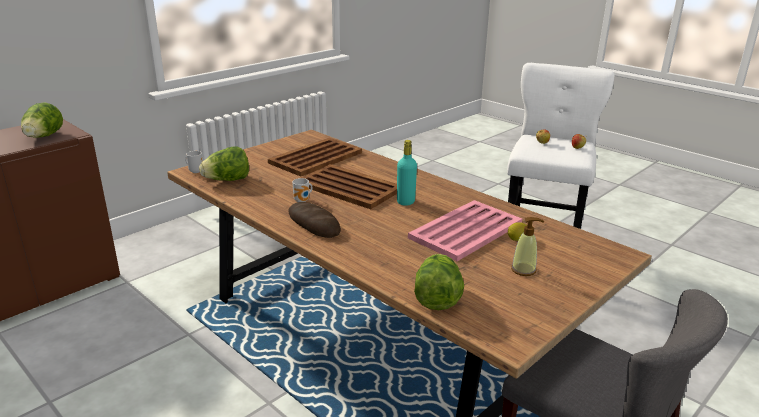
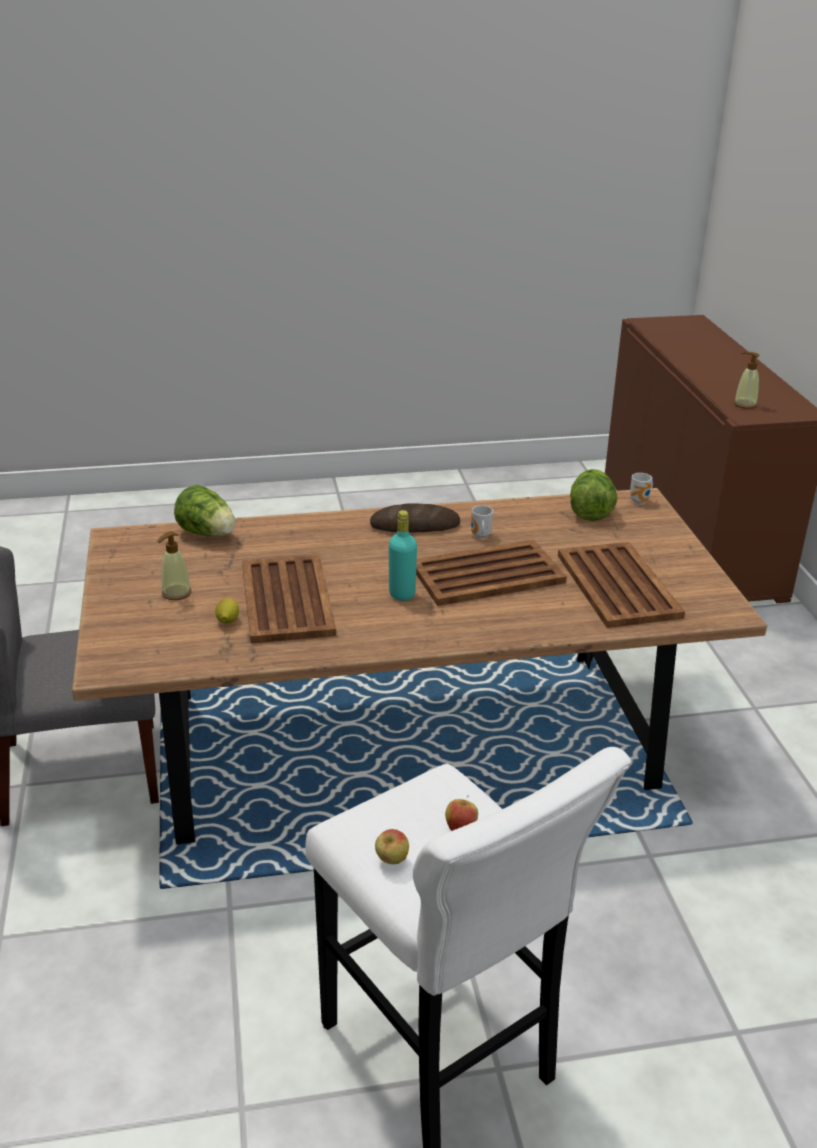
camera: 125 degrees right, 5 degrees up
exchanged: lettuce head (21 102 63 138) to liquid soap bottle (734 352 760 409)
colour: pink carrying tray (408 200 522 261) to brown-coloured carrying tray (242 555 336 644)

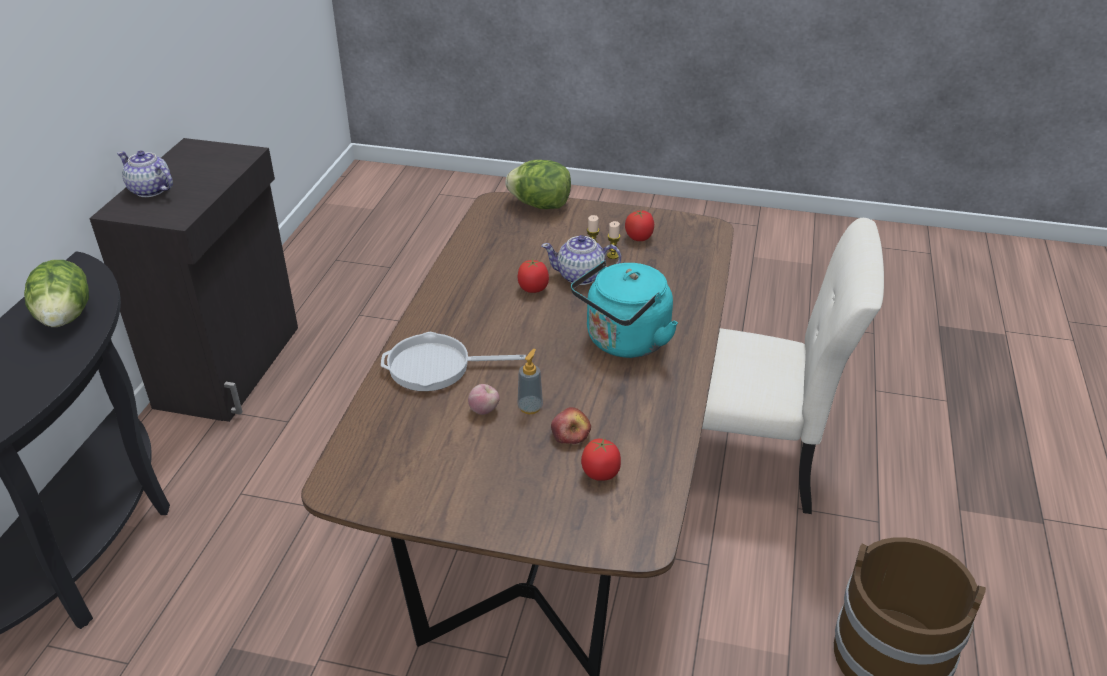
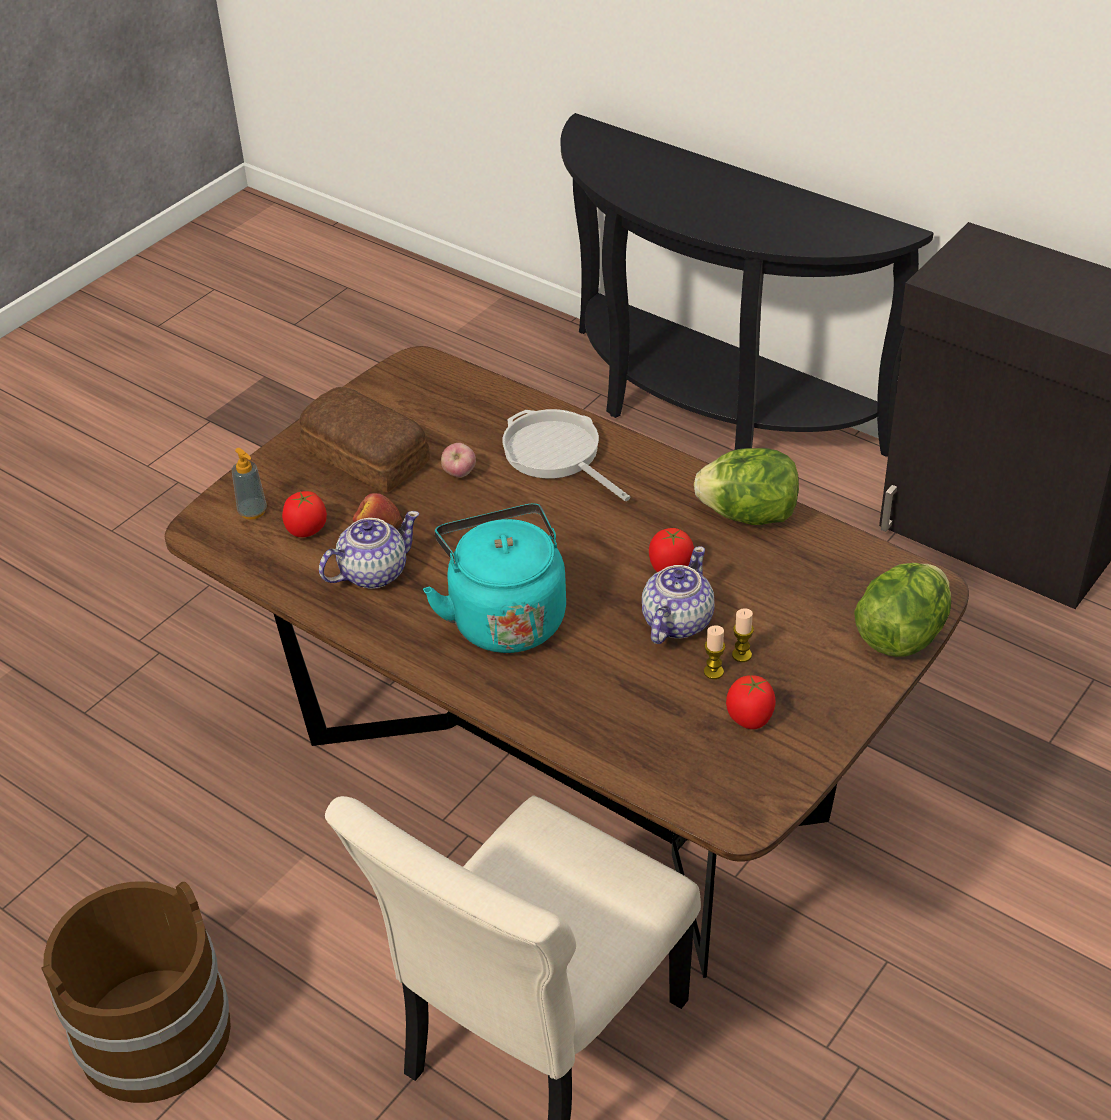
camera: 115 degrees right, 5 degrees up
appeared: baked bread (300 387 430 492)
relocated: lettuce head (24 260 89 327) to (694 448 799 525); teapot (117 150 173 197) to (319 511 419 589); liquid soap bottle (518 349 543 414) to (232 448 267 520)
spun: frying pan (381 332 526 391) = (502 409 631 501) 60 degrees counterclockwise

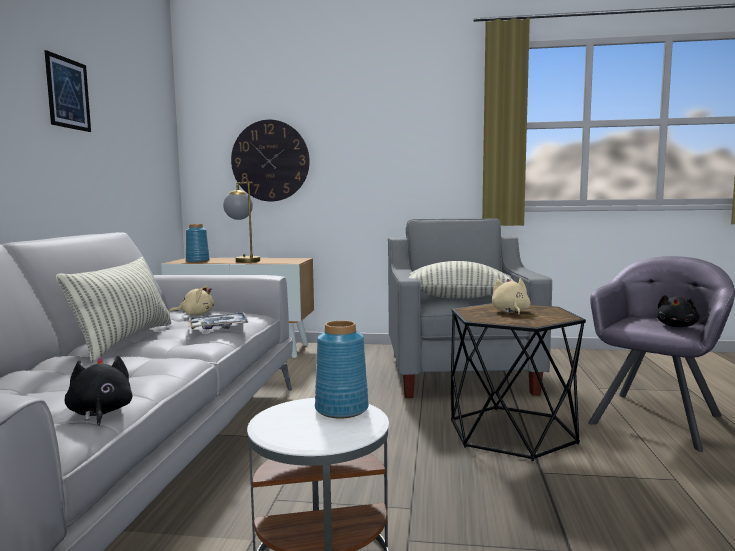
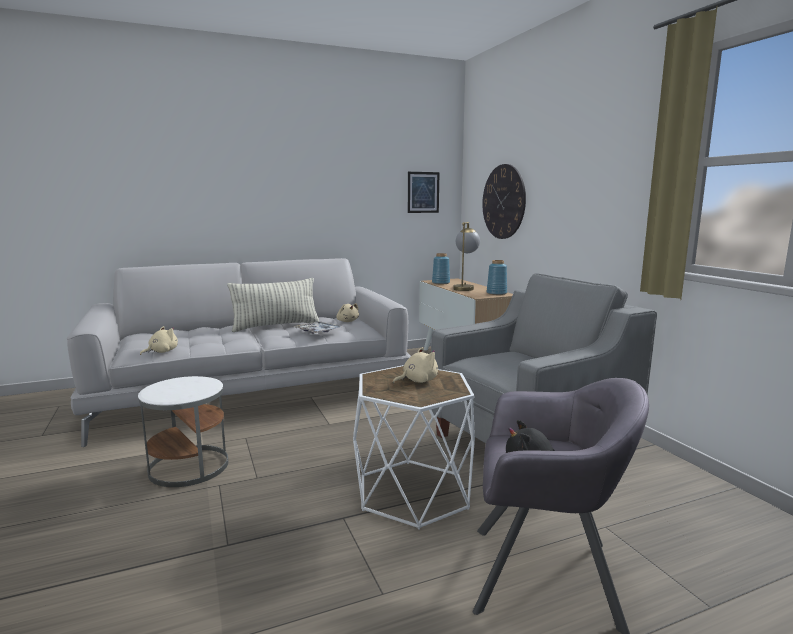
camera: 60 degrees right, 5 degrees up
missing: pillow (409 261 515 299)
relocated: wall picture (44 50 91 132) to (408 172 439 213); blue vase (315 320 369 419) to (487 260 507 295)
colour: black plush toy (65 356 133 426) to sand-coloured plush toy (140 326 178 355); black side table (451 303 586 461) to whitish side table (353 365 475 530)

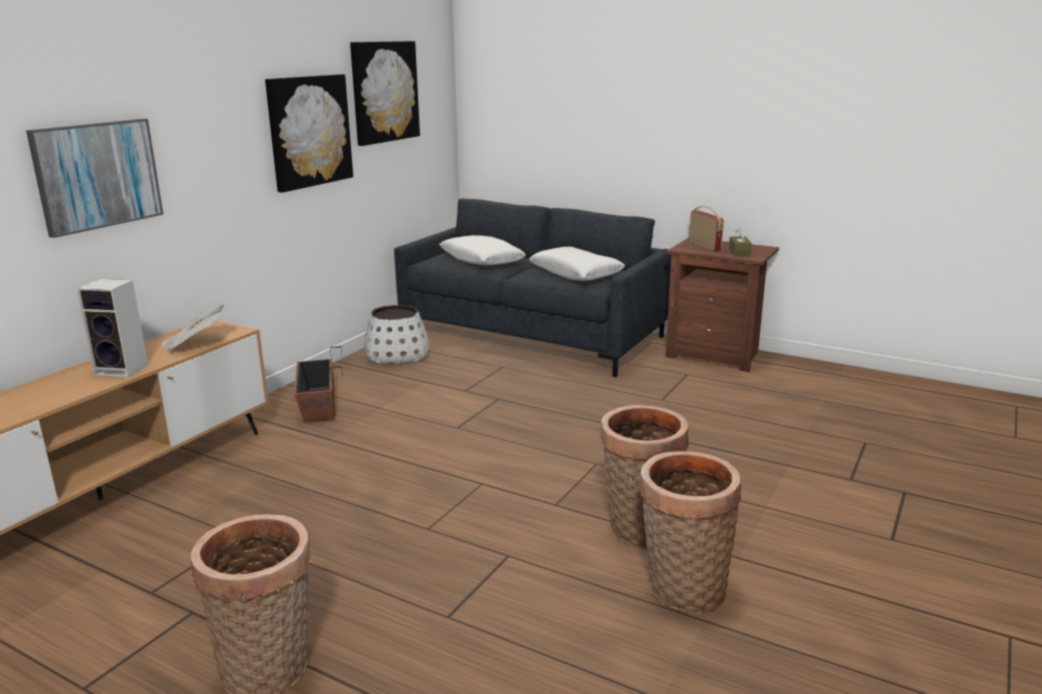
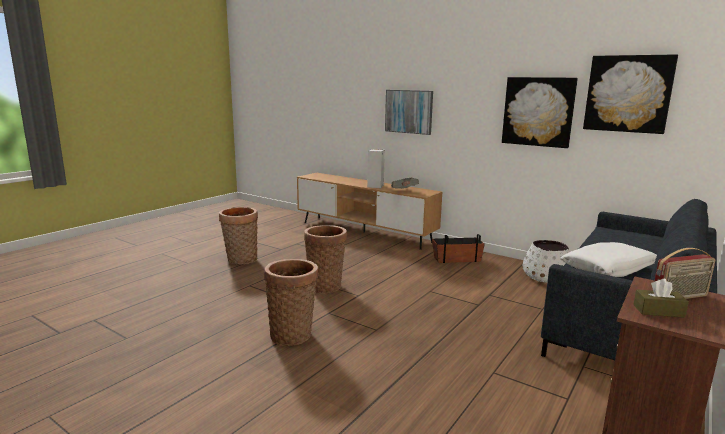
camera: 95 degrees right, 5 degrees down
missing: whitish pillow (439 235 526 265)
relocated: household basket (639 451 741 614) to (304 225 347 294)

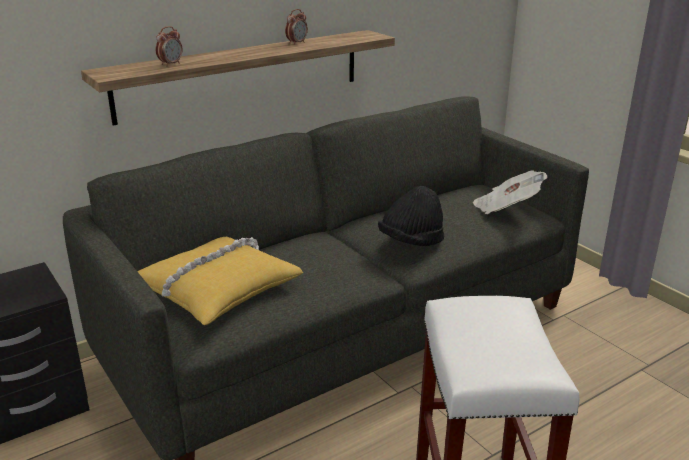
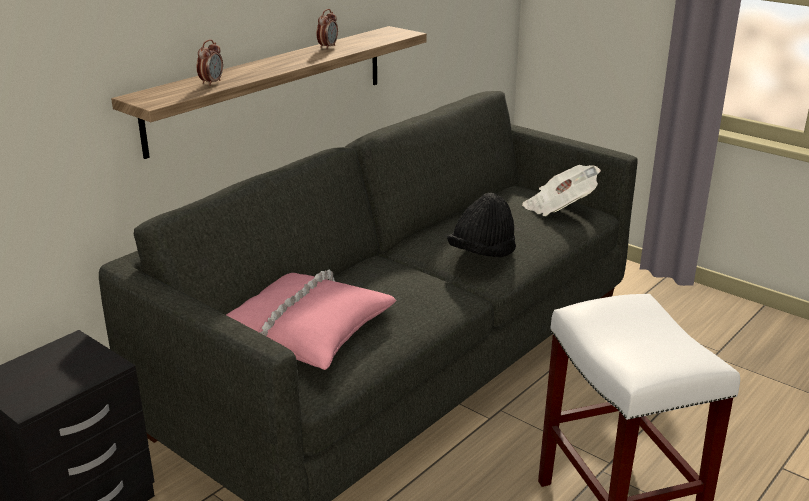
camera: 15 degrees left, 0 degrees up
colour: yellow-coloured pillow (137 237 303 325) to pink pillow (226 269 397 370)

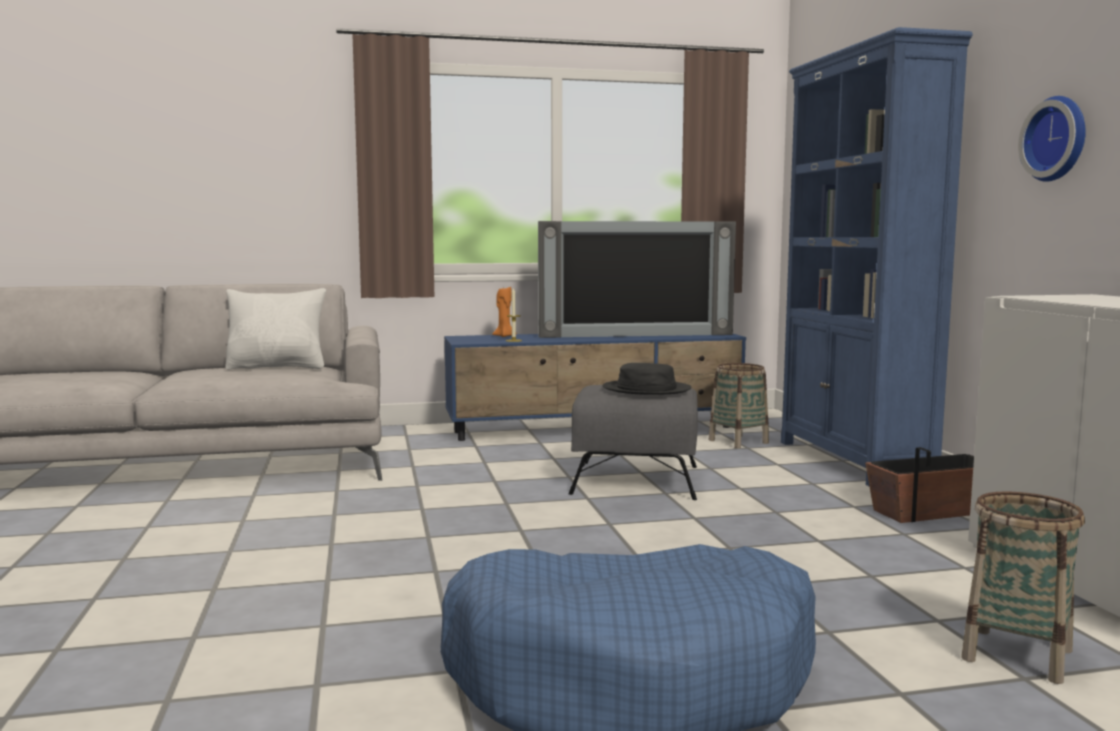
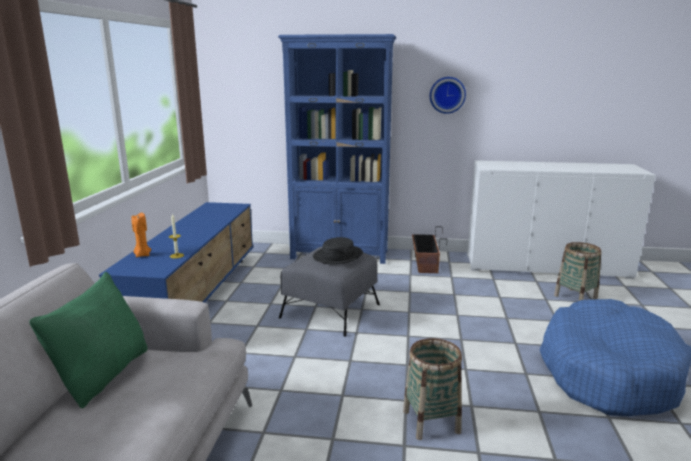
camera: 70 degrees left, 10 degrees up
missing: television (538 221 736 338)
relocated: household basket (709 363 769 448) to (403 338 462 440)
colour: whitish pillow (225 288 326 370) to green pillow (29 272 148 408)

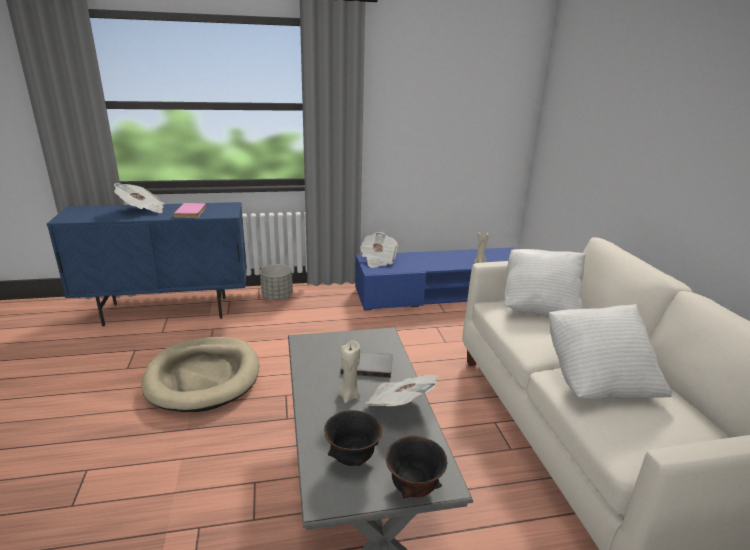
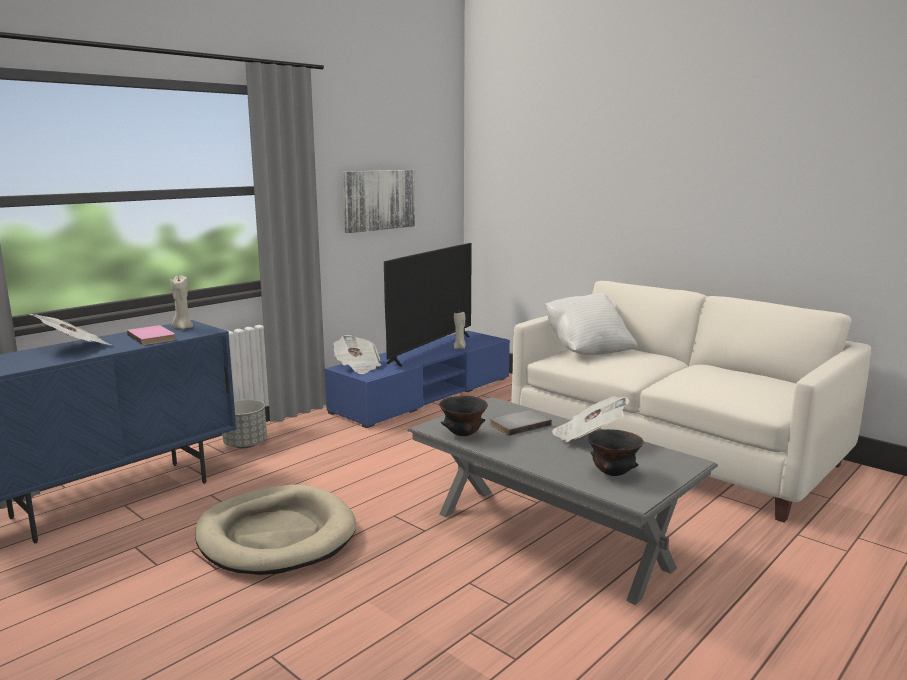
camera: 35 degrees left, 10 degrees down
missing: whitish pillow (549 304 672 400)
appeared: wall picture (343 170 415 233); television (384 243 472 366)
relocated: sand-coloured candle (337 340 360 403) to (170 275 193 329); black deep dish (386 435 447 499) to (439 396 488 436)

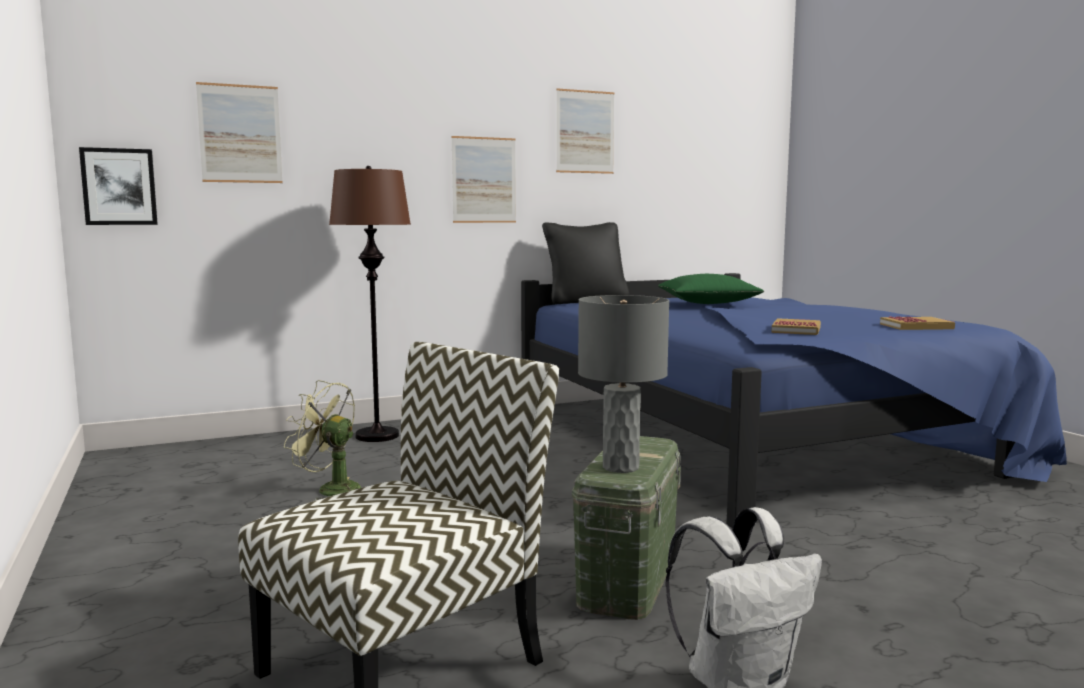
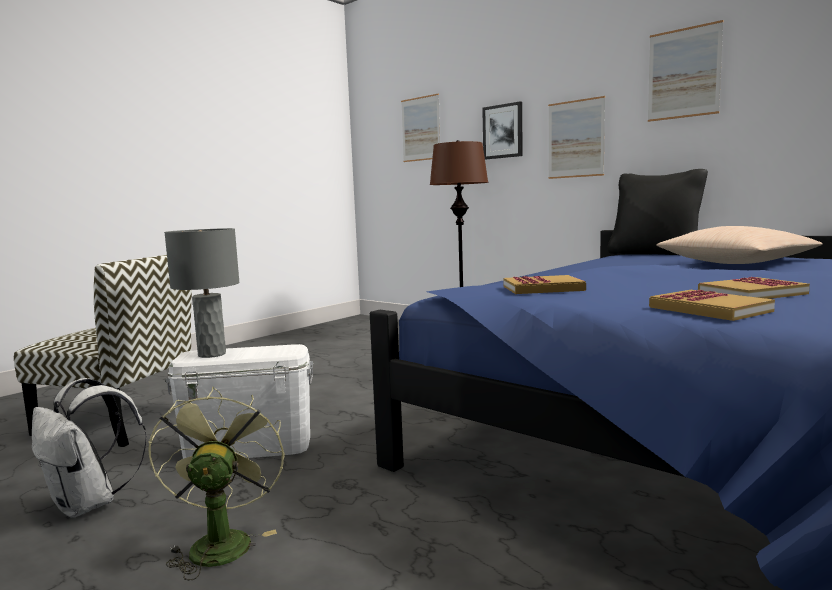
camera: 65 degrees right, 0 degrees up
appeared: book (698 277 810 299)
relocated: wall picture (79 147 158 225) to (482 101 523 160); green fan (284 380 361 501) to (148 386 285 580)
colour: green storage bin (572 436 681 620) to whitish storage bin (165 344 313 459); green pillow (658 274 764 304) to sand-coloured pillow (657 226 823 264)

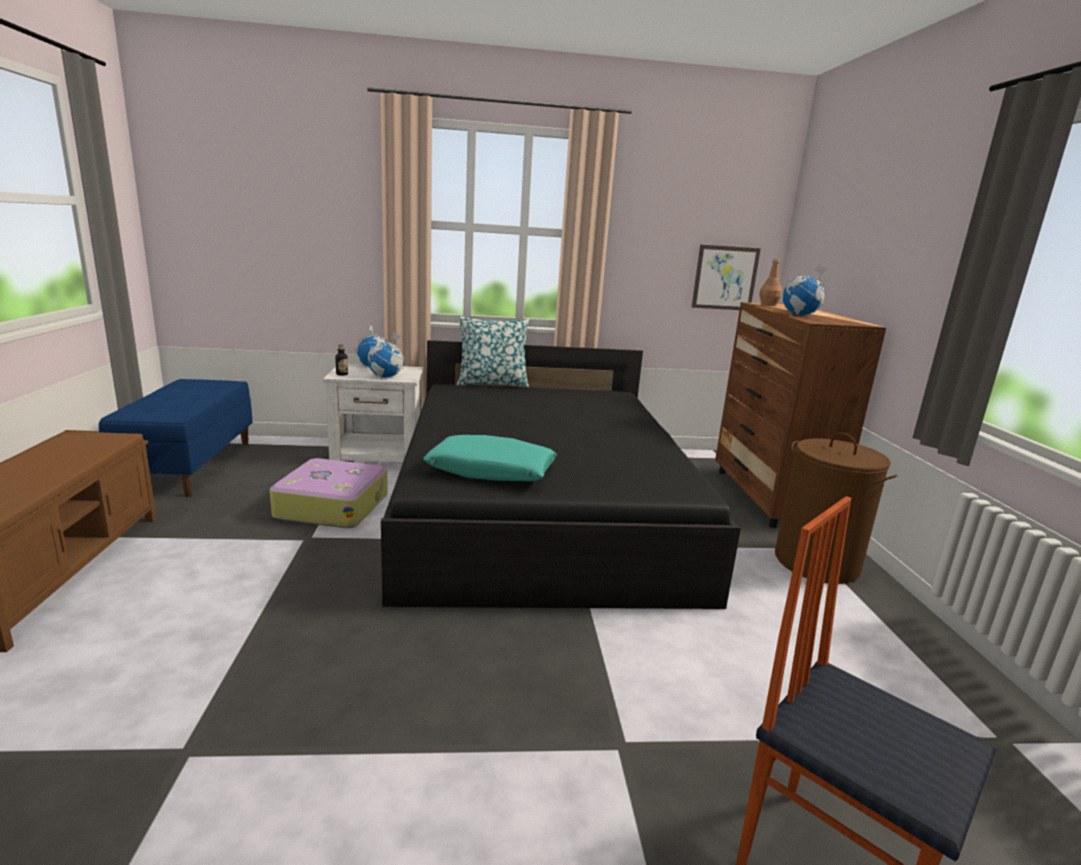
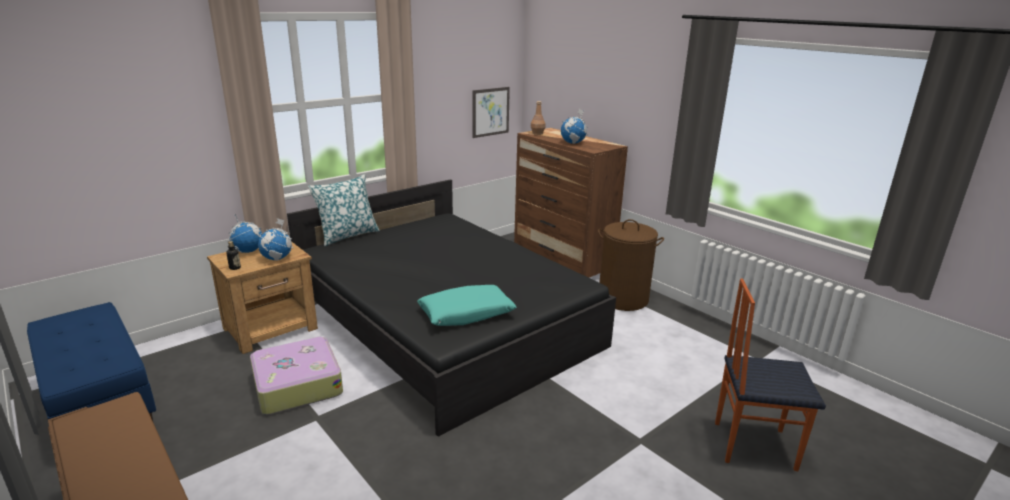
camera: 35 degrees left, 5 degrees up
colour: whitish nightstand (323 364 424 462) to brown-coloured nightstand (207 241 318 354)

